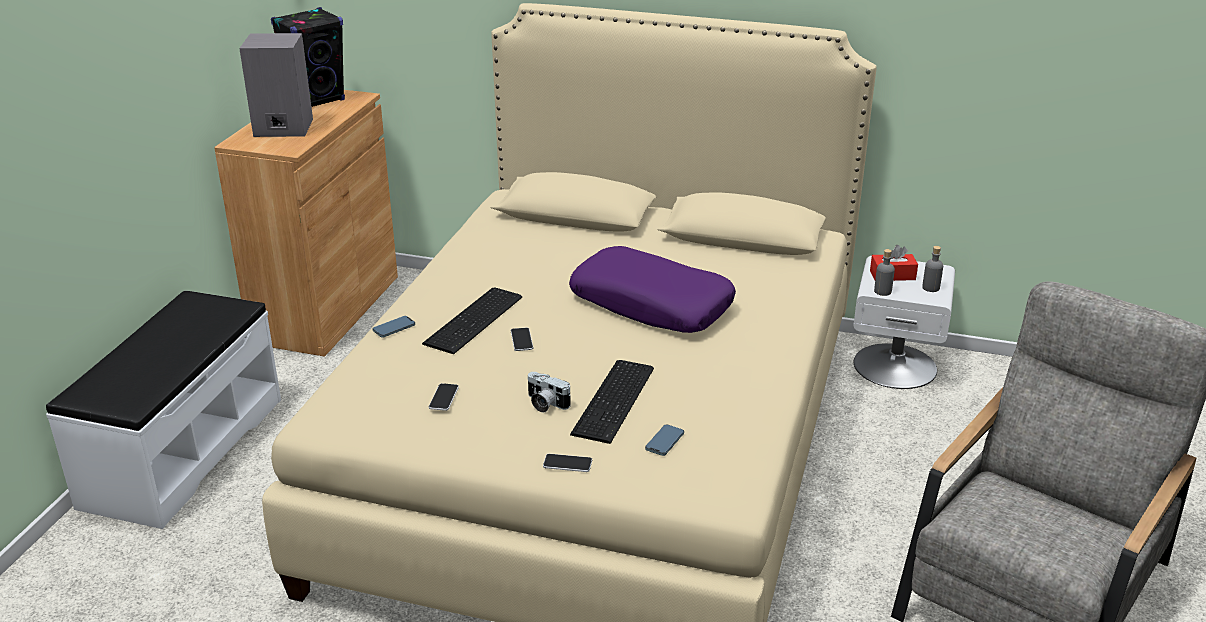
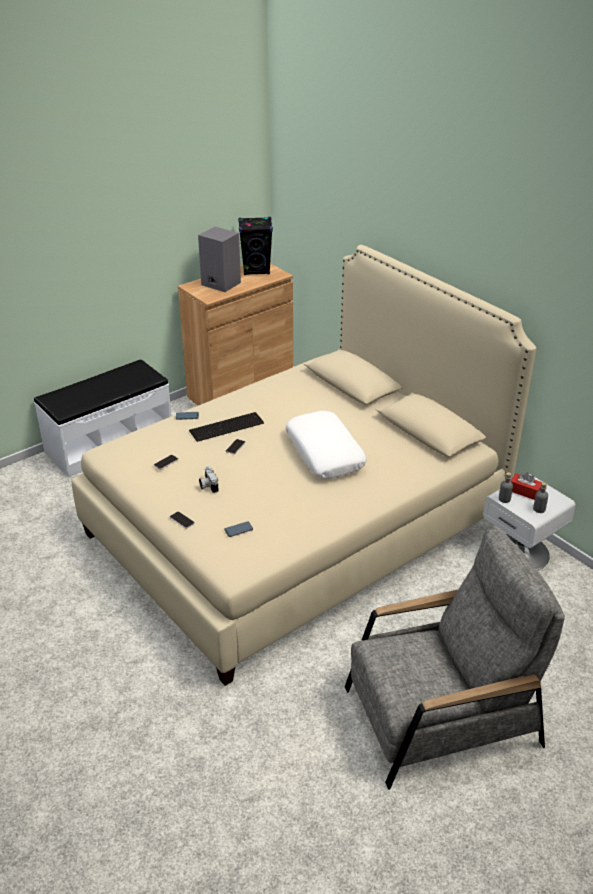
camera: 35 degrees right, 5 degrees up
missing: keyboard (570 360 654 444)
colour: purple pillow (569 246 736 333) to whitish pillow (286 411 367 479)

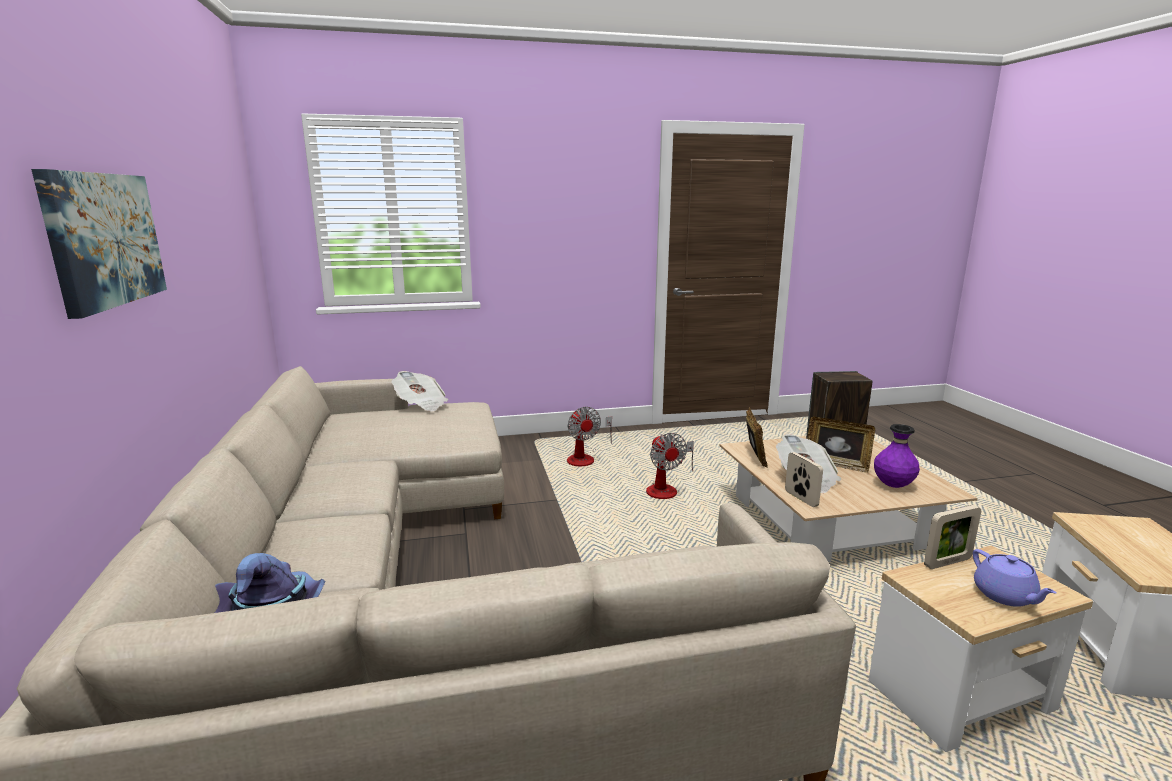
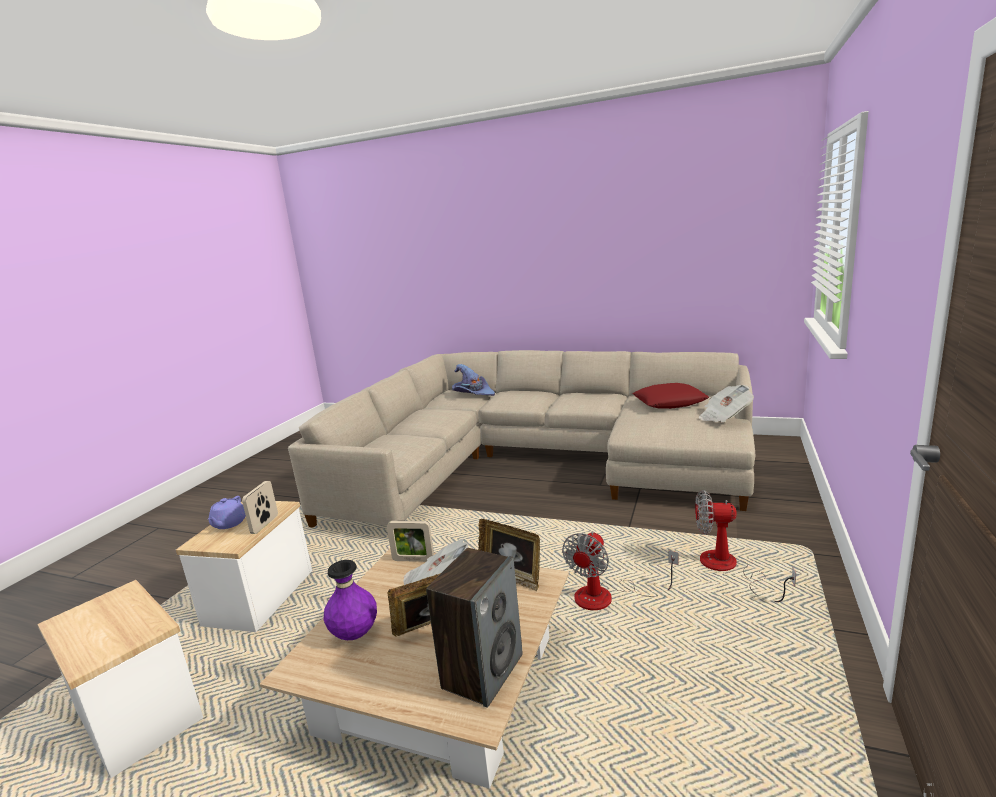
camera: 125 degrees right, 0 degrees up
missing: wall picture (31 169 167 319)
appeared: red-coloured pillow (632 383 709 409)
spun: fan (646 433 694 499) = (562 531 678 610) 75 degrees counterclockwise; purple teapot (973 549 1057 607) = (208 496 246 529) 105 degrees counterclockwise

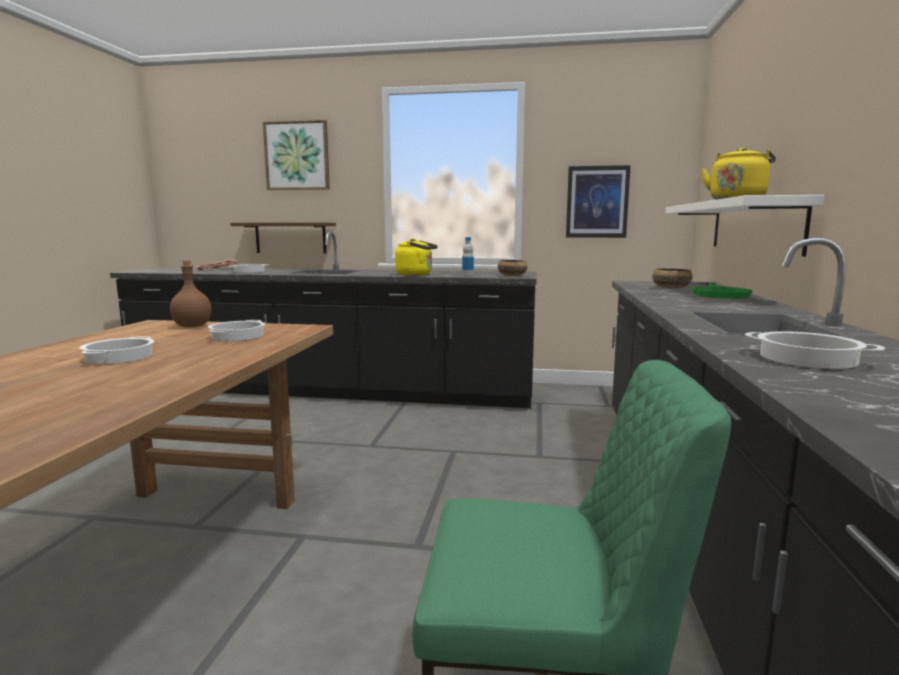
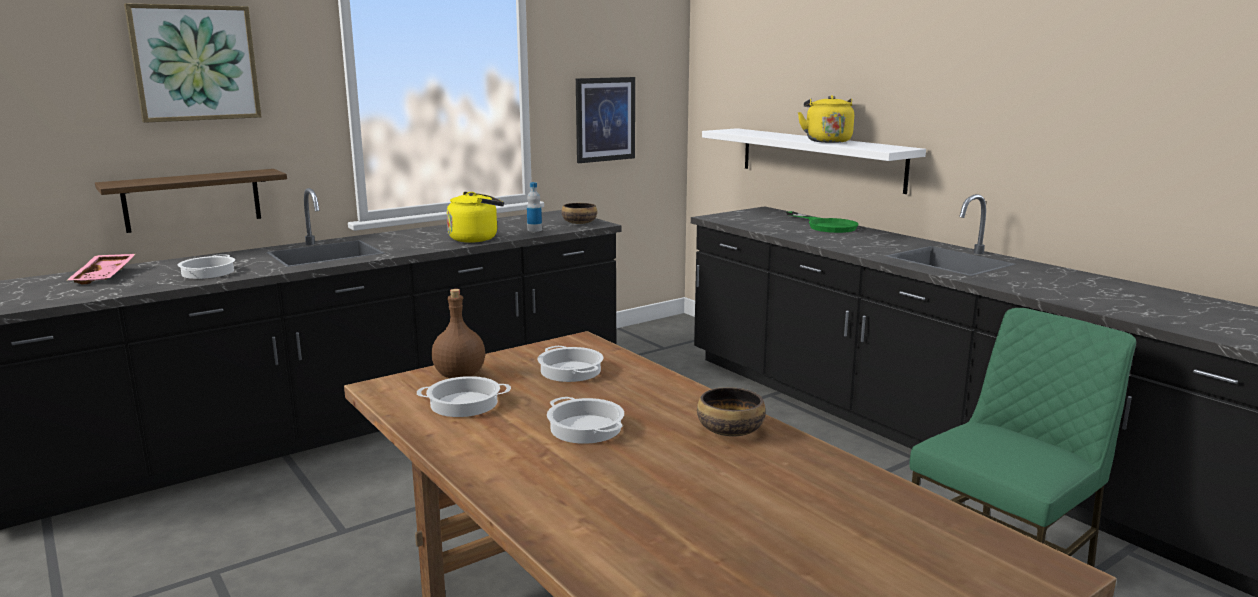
camera: 45 degrees left, 5 degrees up
relocated: deep dish (652 268 692 289) to (697 388 766 437); cooking pot (745 331 885 369) to (417 376 511 417)

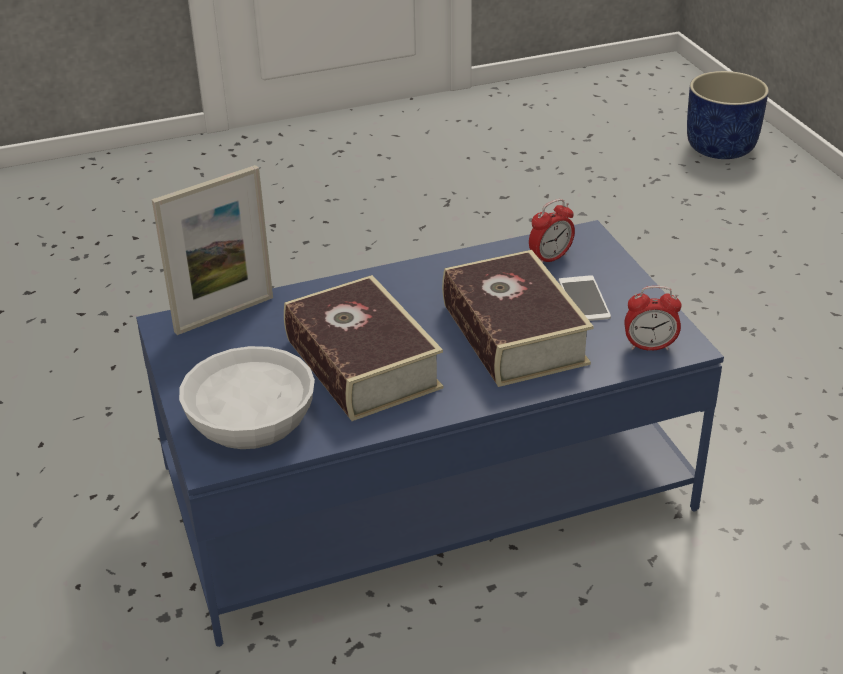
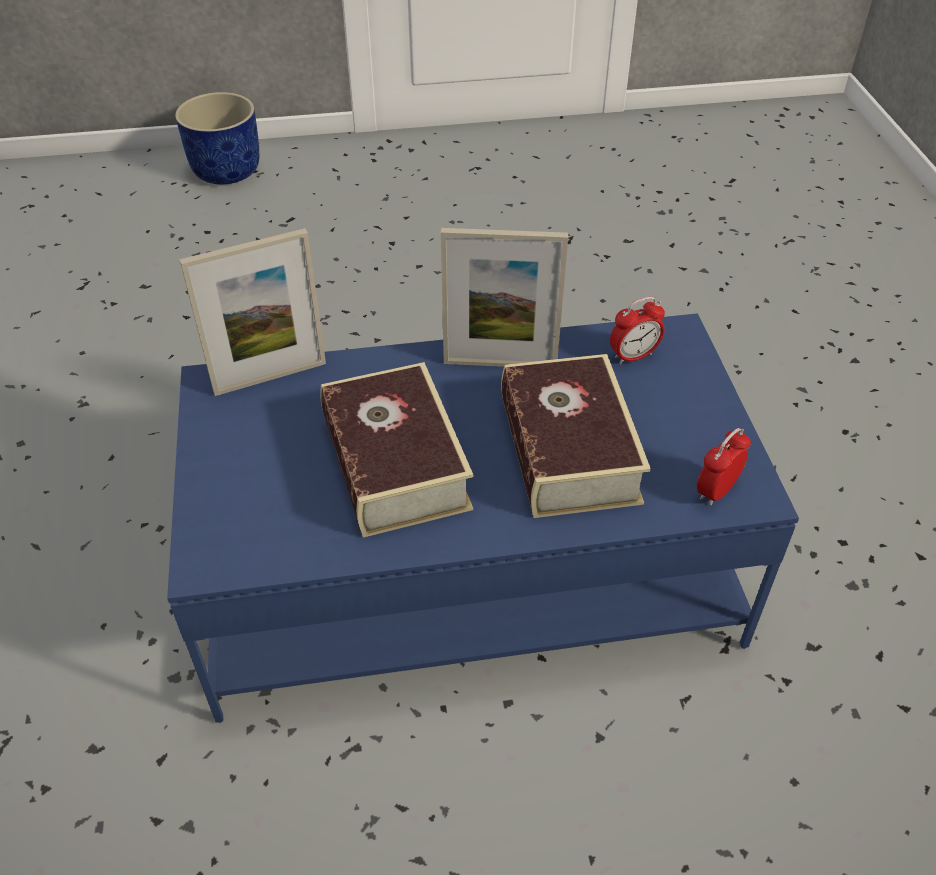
camera: 10 degrees right, 10 degrees up
missing: whitish deep dish (179 346 315 449); phone (559 275 611 321)
appeared: standing frame (441 228 568 367)
relocated: blue planter (687 71 769 159) to (175 92 259 185)
spun: alarm clock (624 286 682 351) = (697 428 751 506) 120 degrees clockwise

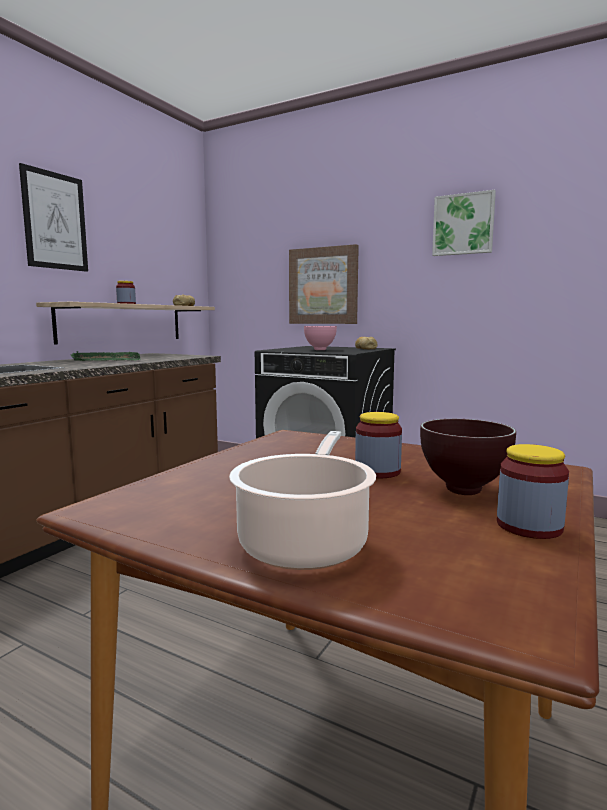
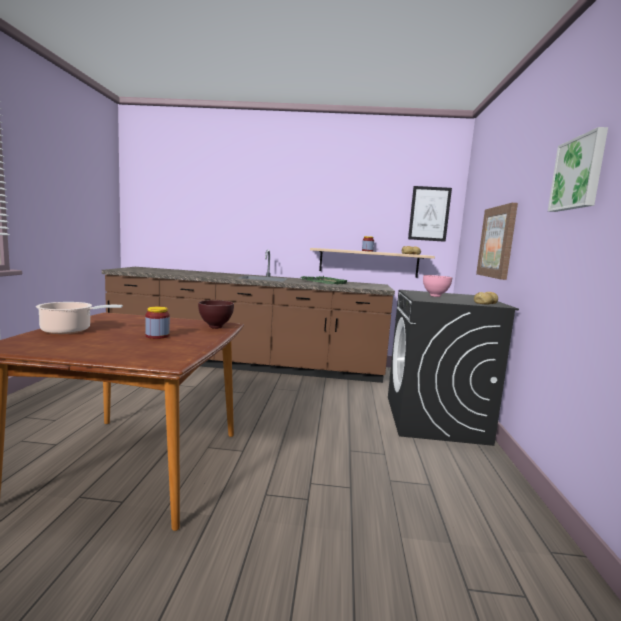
camera: 65 degrees right, 0 degrees up
missing: jar (497 444 569 539)
relocated: wall picture (19 163 88 272) to (408 186 452 242); brown-coloured deep dish (420 419 516 495) to (198 300 234 329)

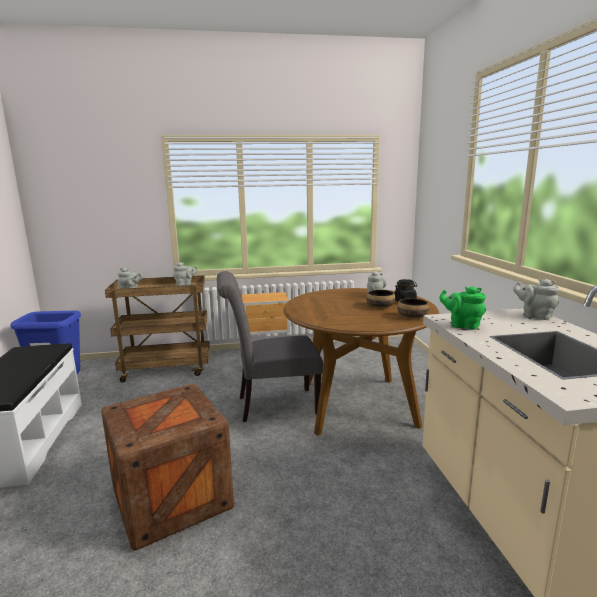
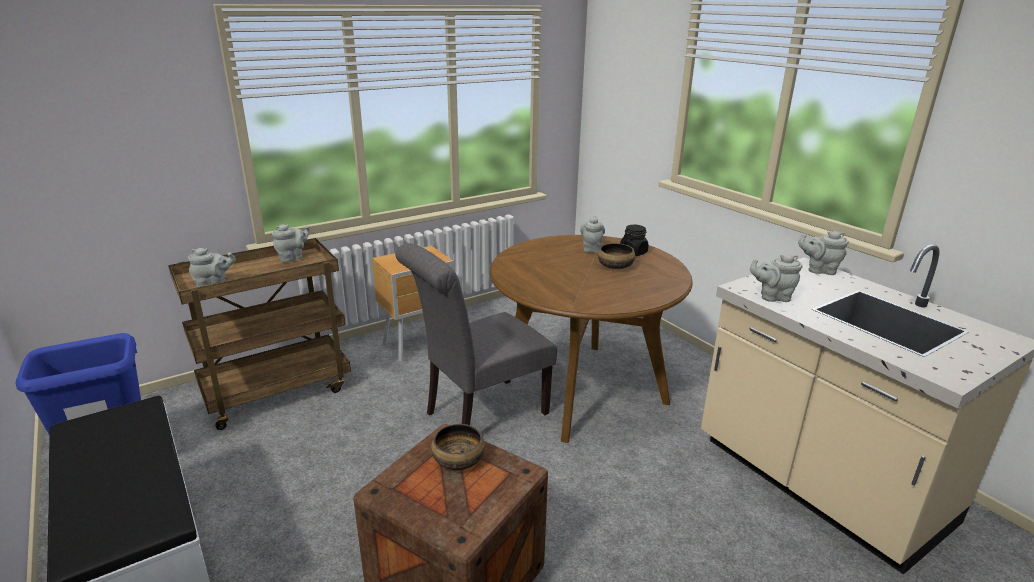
camera: 25 degrees left, 10 degrees up
relocated: deep dish (397 298 429 318) to (431 424 485 470)
colour: green teapot (439 286 486 330) to grey teapot (750 254 802 302)

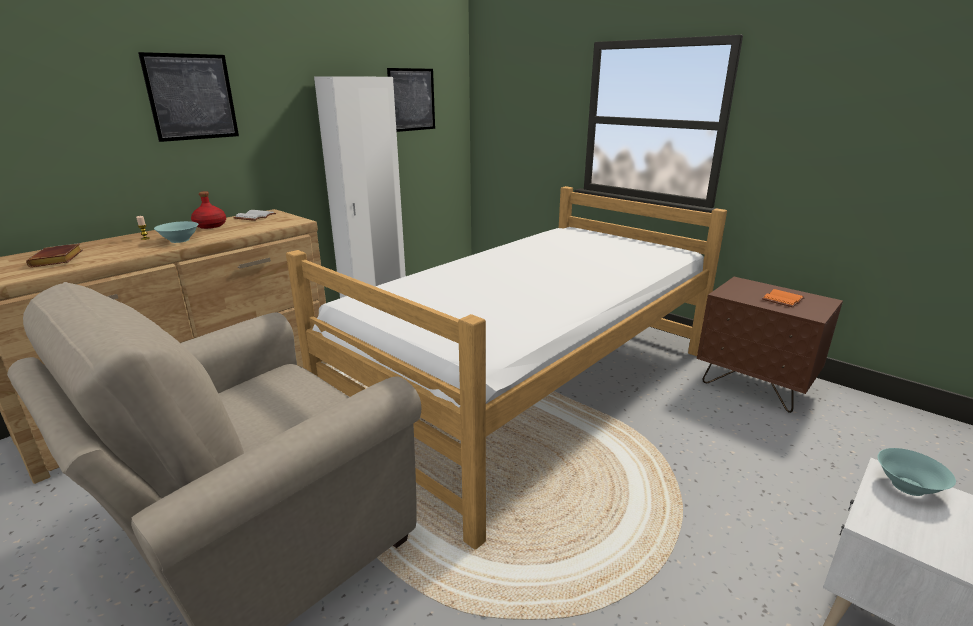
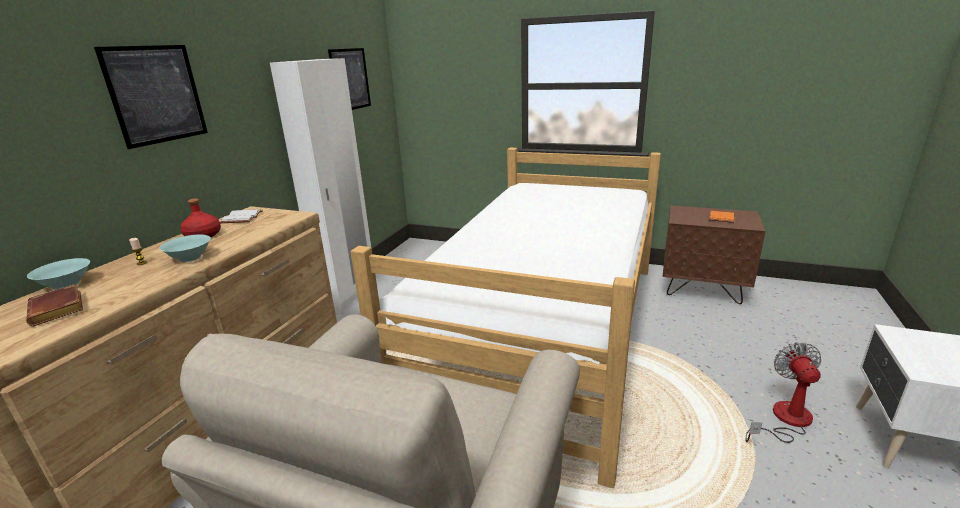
camera: 20 degrees left, 0 degrees up
appeared: fan (745 342 822 443)
relocated: turquoise deep dish (878 448 956 496) to (27 258 90 290)

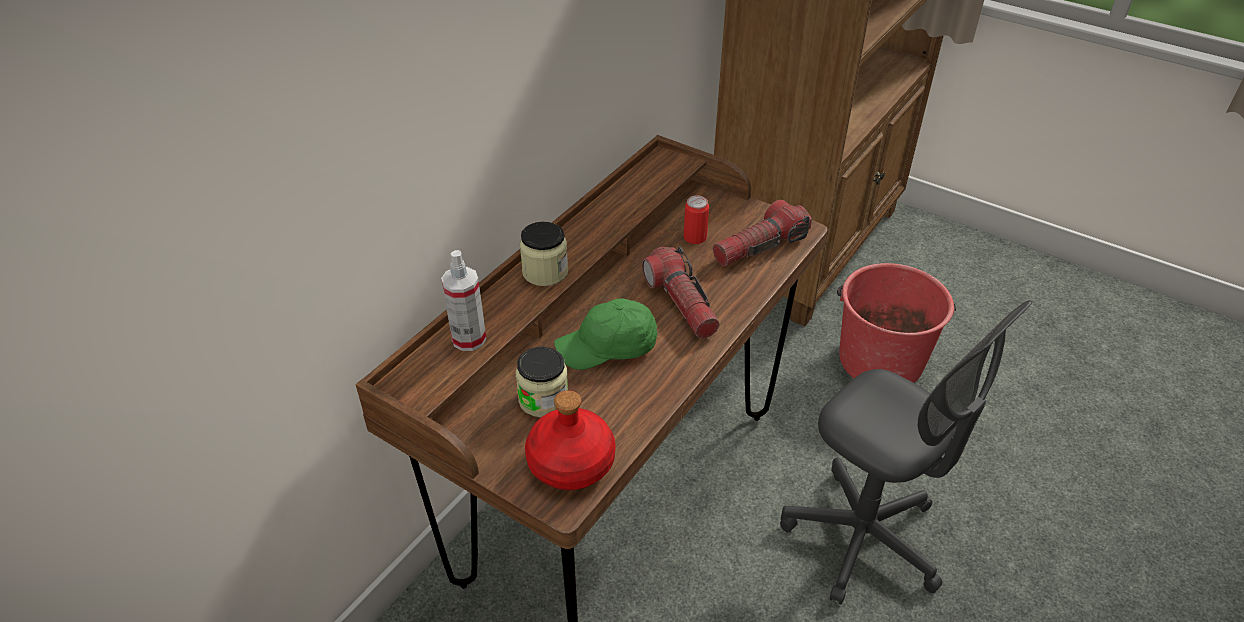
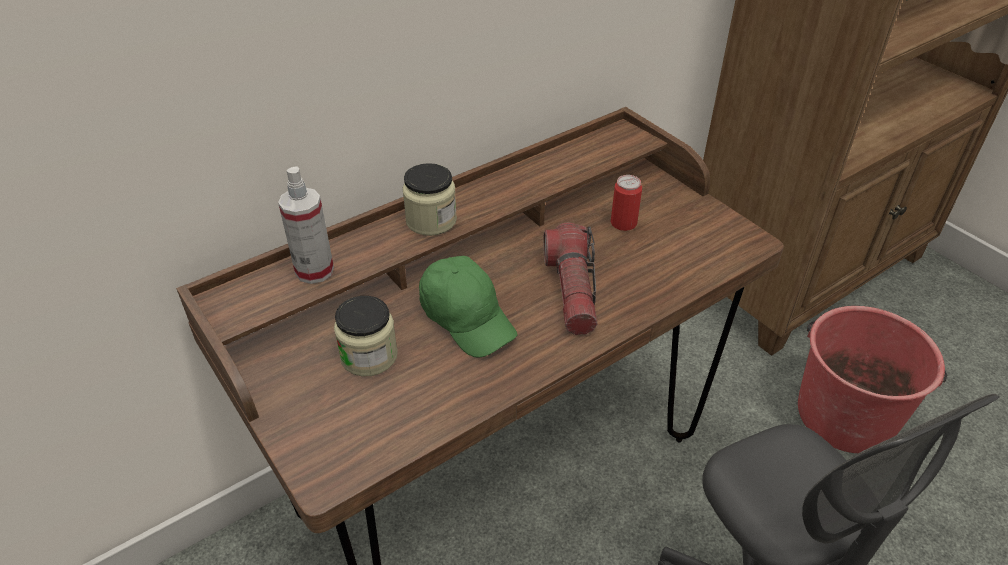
camera: 20 degrees right, 0 degrees up
missing: red-coloured bottle (525 390 616 490); hand torch (713 200 812 266)
spun: green baseball cap (554 298 657 370) = (419 256 517 358) 135 degrees counterclockwise

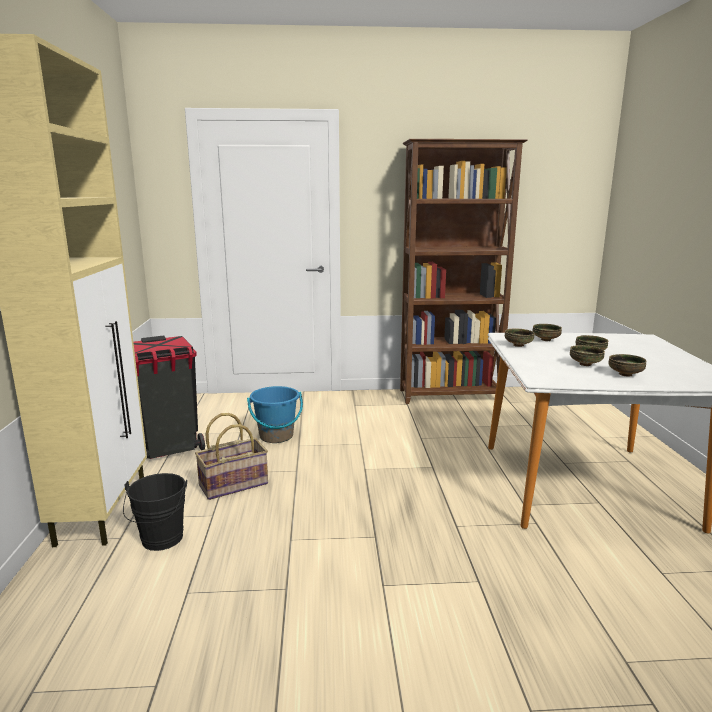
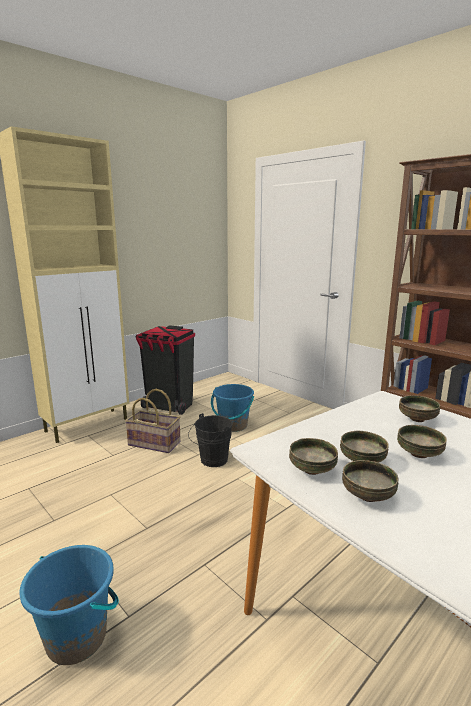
camera: 50 degrees right, 0 degrees up
appeared: blue water bucket (19 545 119 665)
relocated: black water bucket (123 473 187 551) to (188 413 233 467); deep dish (505 329 535 347) to (289 438 338 475)

